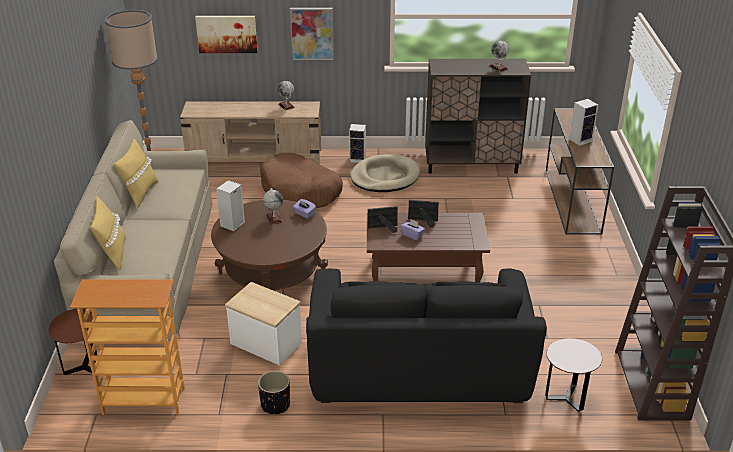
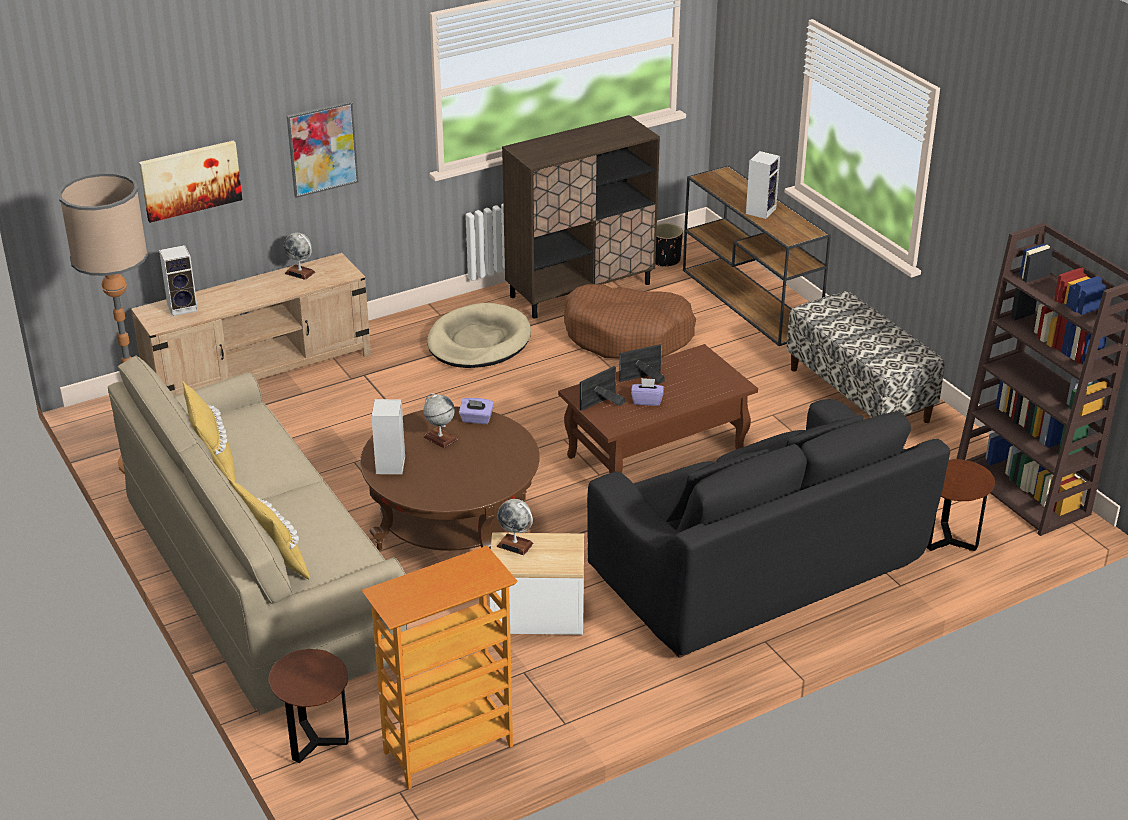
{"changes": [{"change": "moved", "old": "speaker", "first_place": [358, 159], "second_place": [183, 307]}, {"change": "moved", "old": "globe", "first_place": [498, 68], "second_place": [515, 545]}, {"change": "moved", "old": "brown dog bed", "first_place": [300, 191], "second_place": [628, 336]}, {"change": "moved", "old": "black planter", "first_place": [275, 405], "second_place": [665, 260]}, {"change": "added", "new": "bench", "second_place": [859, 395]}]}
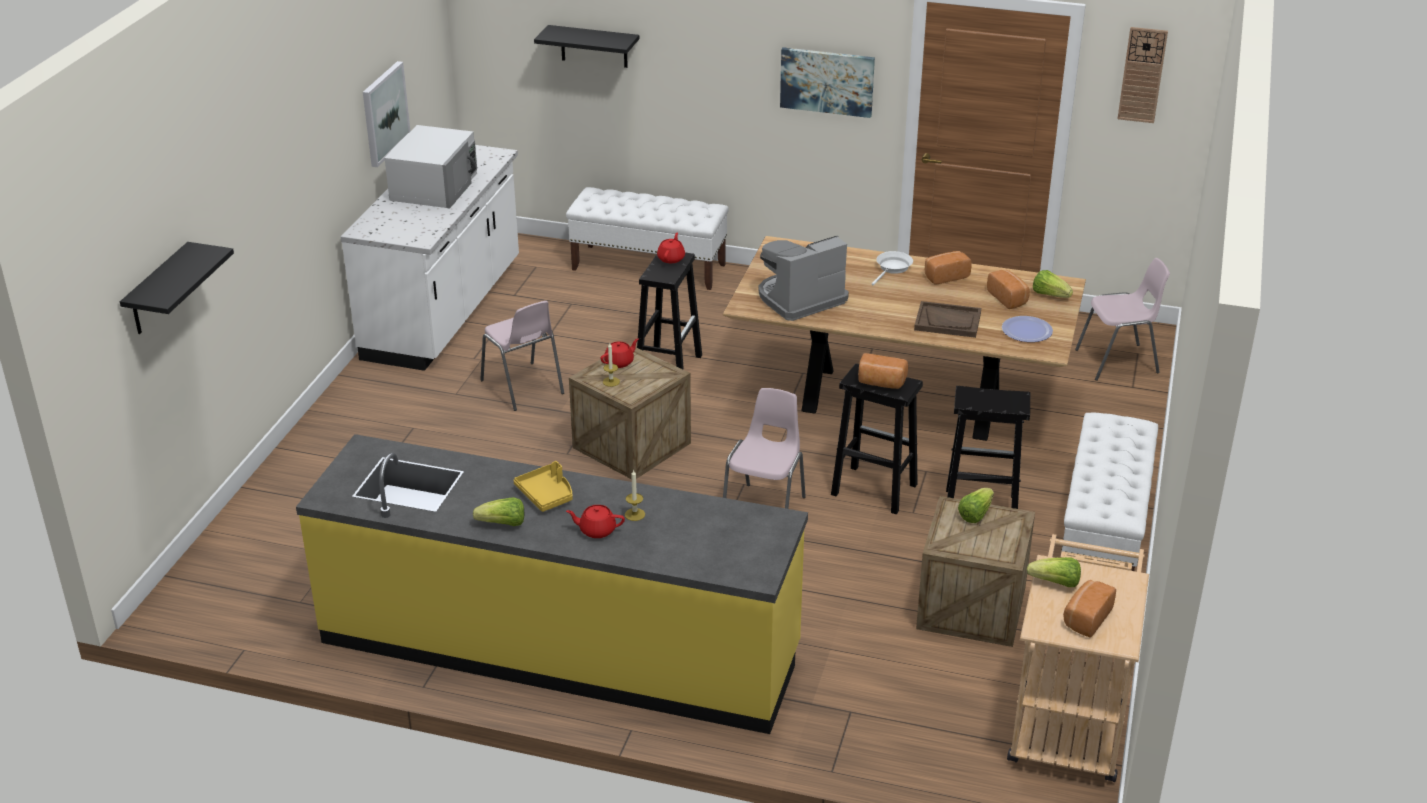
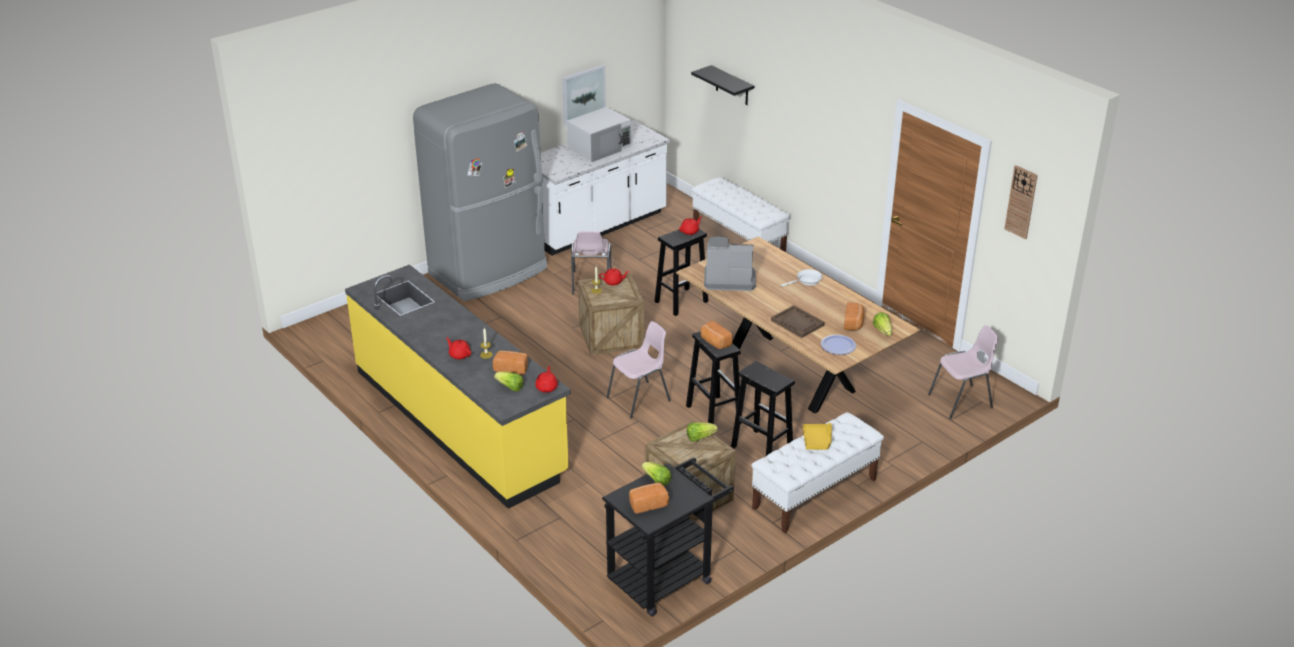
{"changes": [{"change": "added", "new": "grey fridge", "second_place": [489, 272]}, {"change": "moved", "old": "bread", "first_place": [945, 276], "second_place": [511, 368]}, {"change": "moved", "old": "lettuce", "first_place": [503, 524], "second_place": [510, 387]}, {"change": "added", "new": "red teapot", "second_place": [547, 387]}, {"change": "recoloured", "old": "beige cart", "new": "black cart", "first_place": [1068, 721], "second_place": [666, 576]}, {"change": "moved", "old": "yellow tray", "first_place": [546, 495], "second_place": [817, 441]}, {"change": "turned", "old": "pink chair", "first_place": [1118, 362], "second_place": [961, 401], "degrees": -45}, {"change": "removed", "old": "black shelf", "first_place": [158, 291]}, {"change": "removed", "old": "picture", "first_place": [827, 81]}]}
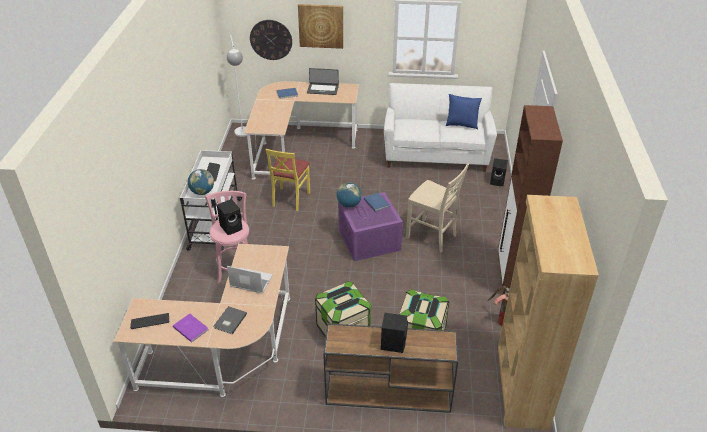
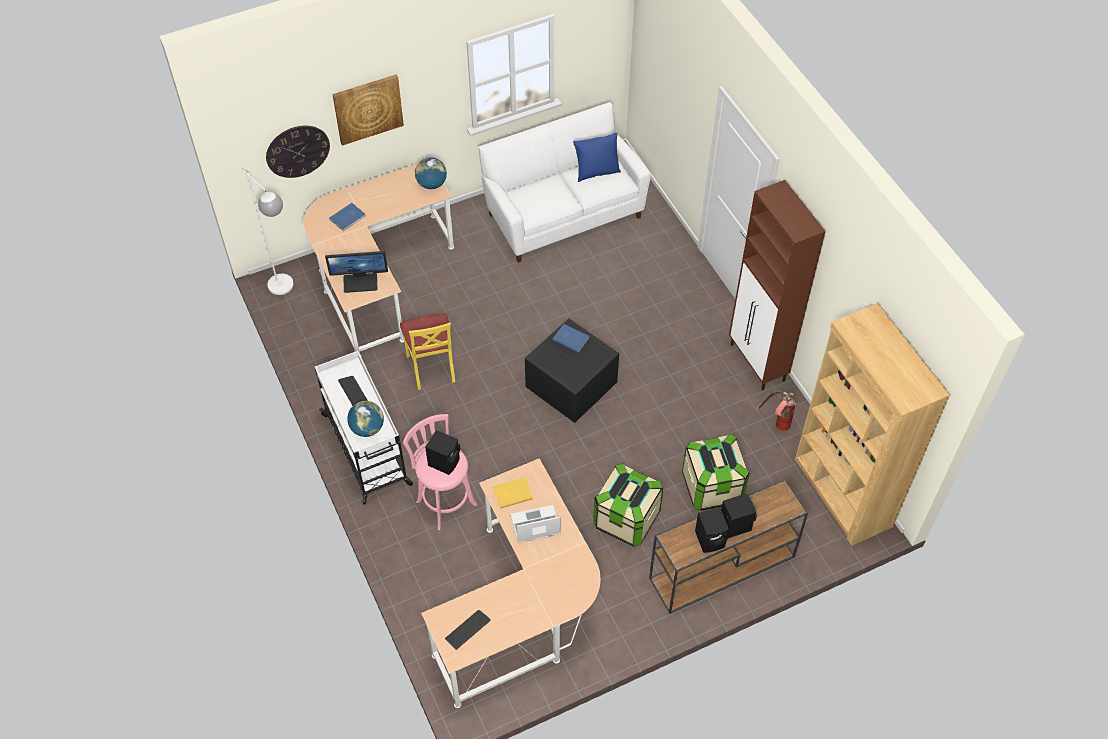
{"changes": [{"change": "added", "new": "monitor", "second_place": [360, 282]}, {"change": "moved", "old": "globe", "first_place": [349, 204], "second_place": [431, 184]}, {"change": "added", "new": "yellow book", "second_place": [512, 493]}, {"change": "recoloured", "old": "purple storage box", "new": "black storage box", "first_place": [370, 240], "second_place": [573, 384]}, {"change": "moved", "old": "black speaker", "first_place": [497, 181], "second_place": [711, 539]}, {"change": "removed", "old": "purple book", "first_place": [191, 328]}, {"change": "removed", "old": "grey book", "first_place": [229, 321]}, {"change": "removed", "old": "laptop", "first_place": [322, 89]}, {"change": "removed", "old": "beige chair", "first_place": [432, 237]}]}
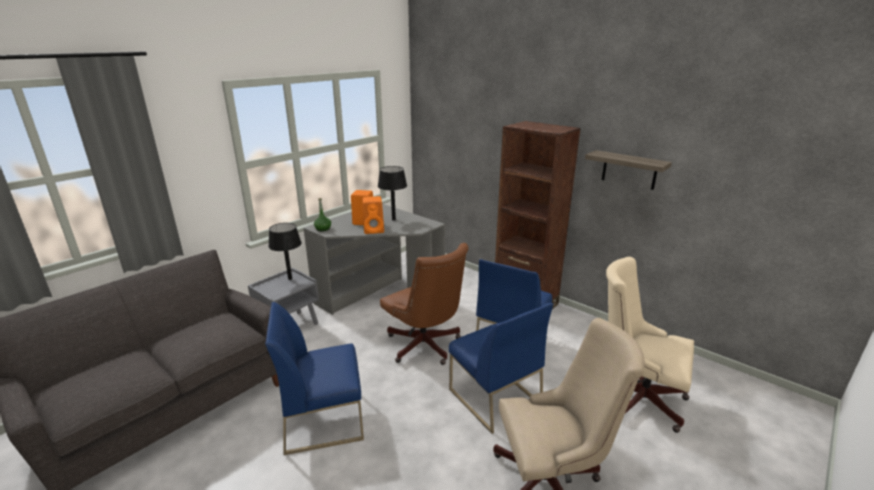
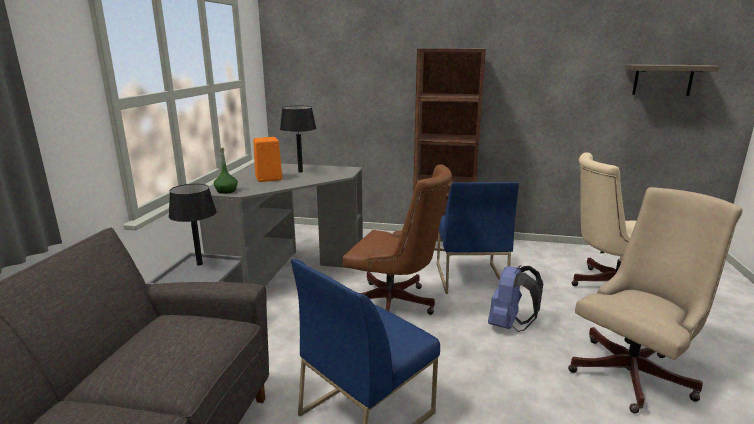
{"changes": [{"change": "replaced", "old": "blue chair", "new": "blue backpack", "first_place": [493, 397], "second_place": [509, 325]}, {"change": "moved", "old": "shelf", "first_place": [629, 170], "second_place": [663, 80]}, {"change": "removed", "old": "orange speaker", "first_place": [374, 230]}]}
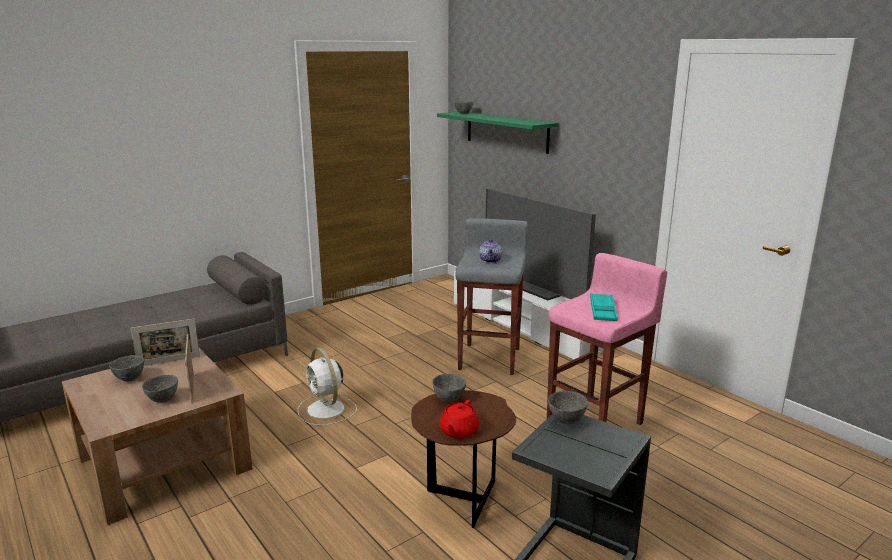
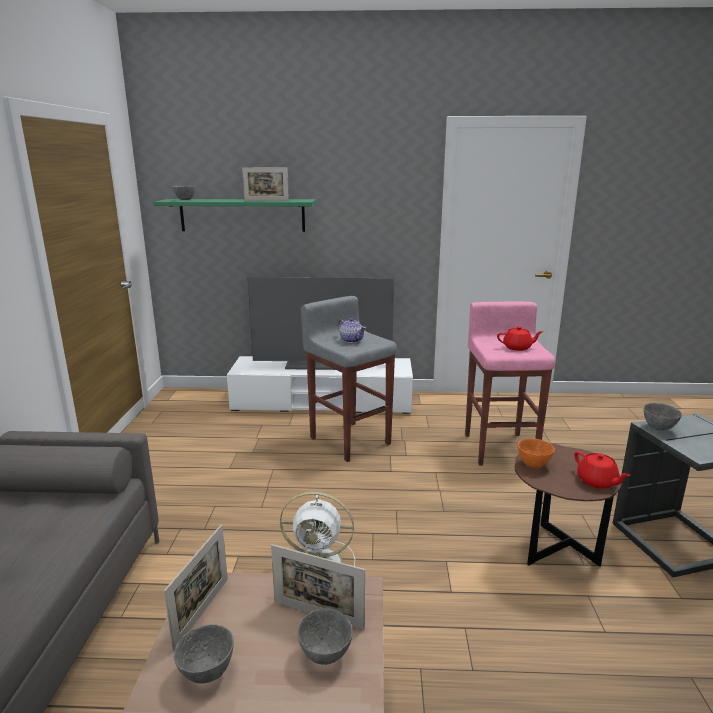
{"changes": [{"change": "added", "new": "picture frame", "second_place": [266, 201]}, {"change": "replaced", "old": "turquoise tray", "new": "red teapot", "first_place": [603, 311], "second_place": [518, 348]}, {"change": "recoloured", "old": "grey bowl", "new": "orange bowl", "first_place": [449, 399], "second_place": [533, 464]}]}
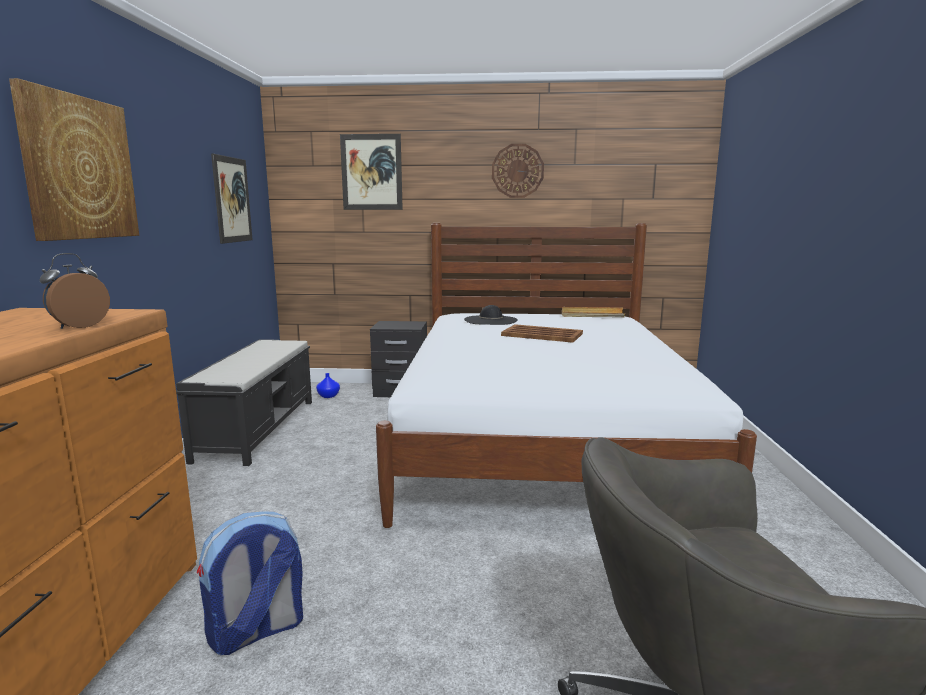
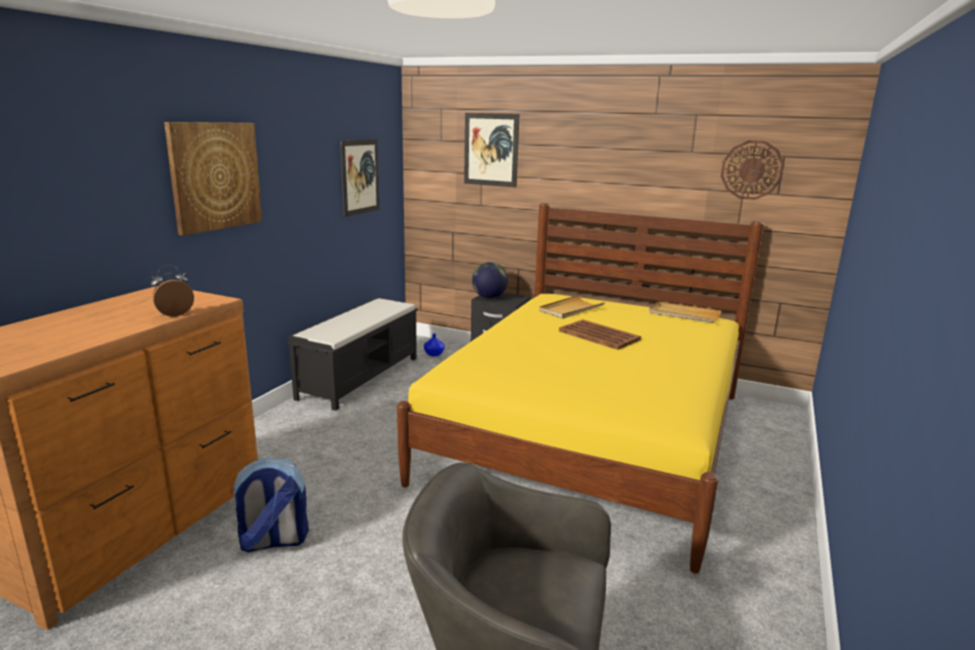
{"changes": [{"change": "recoloured", "old": "white bed", "new": "yellow bed", "first_place": [541, 441], "second_place": [591, 435]}, {"change": "added", "new": "globe", "second_place": [489, 297]}, {"change": "replaced", "old": "black hat", "new": "beige tray", "first_place": [490, 320], "second_place": [571, 309]}, {"change": "moved", "old": "wall clock", "first_place": [517, 171], "second_place": [752, 170]}]}
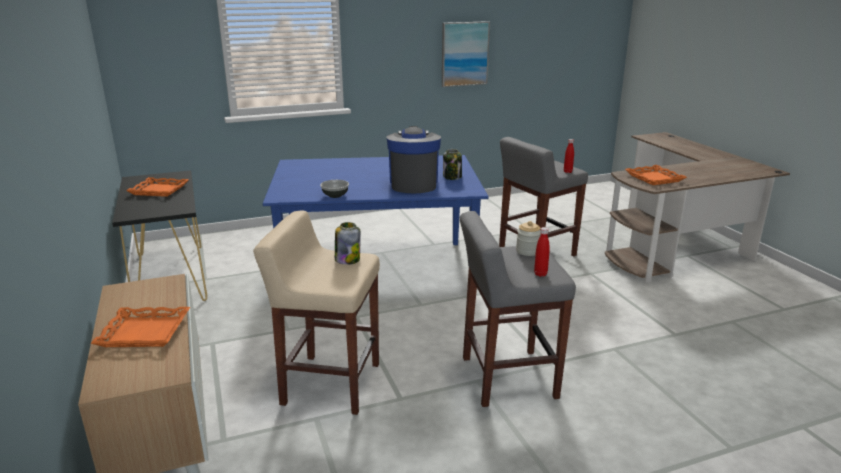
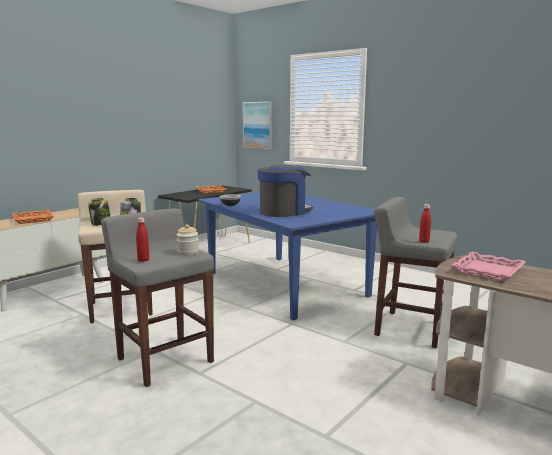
{"changes": [{"change": "moved", "old": "jar", "first_place": [452, 177], "second_place": [101, 224]}, {"change": "moved", "old": "picture", "first_place": [464, 54], "second_place": [258, 125]}, {"change": "recoloured", "old": "orange tray", "new": "pink tray", "first_place": [654, 178], "second_place": [488, 271]}]}
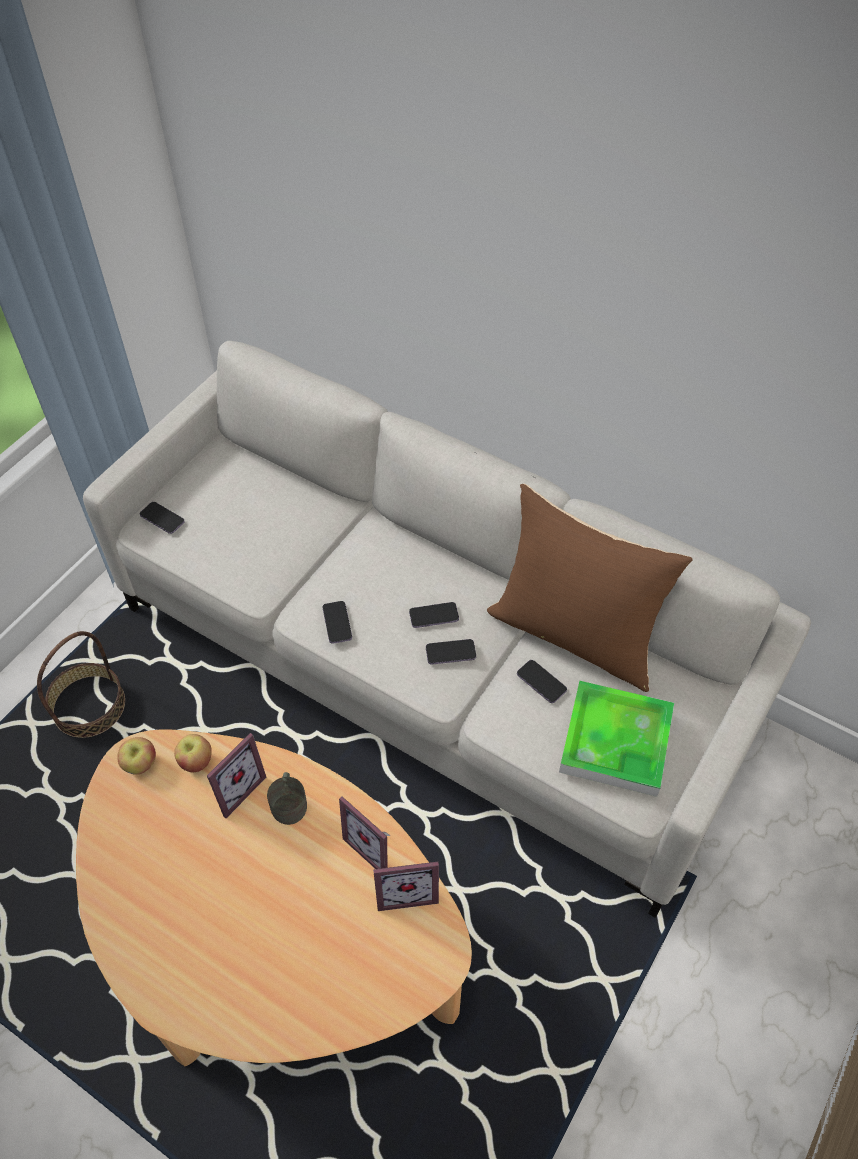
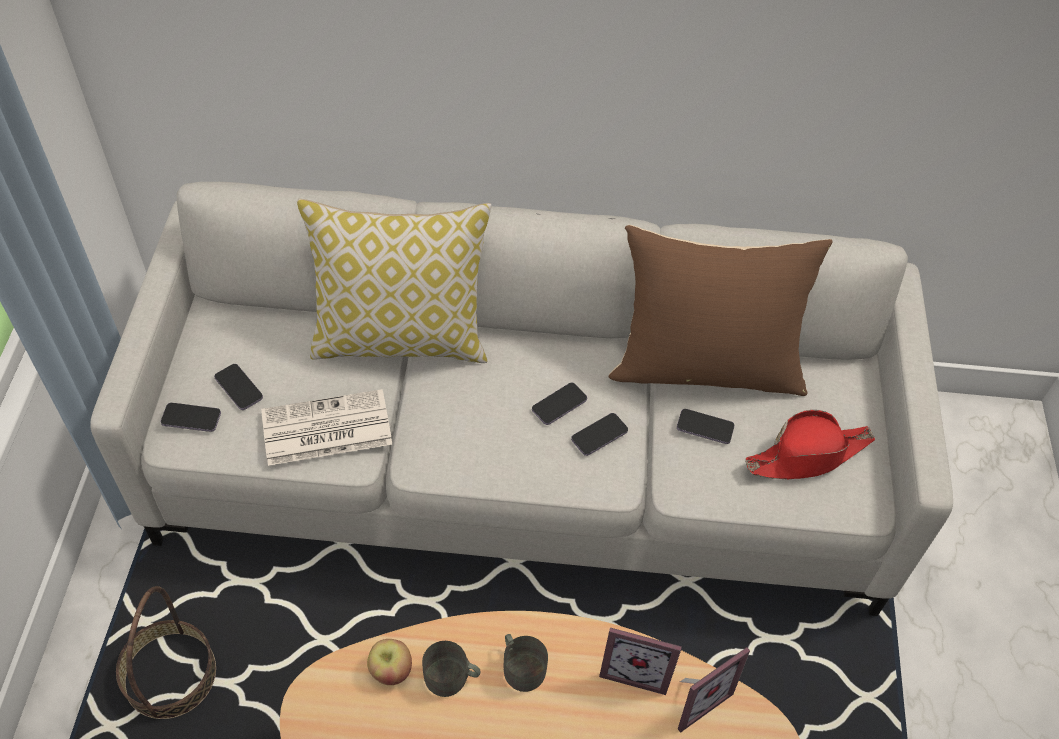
{"changes": [{"change": "moved", "old": "phone", "first_place": [337, 623], "second_place": [239, 388]}, {"change": "added", "new": "newspaper", "second_place": [325, 429]}, {"change": "added", "new": "pillow", "second_place": [401, 338]}, {"change": "replaced", "old": "picture frame", "new": "grey mug", "first_place": [234, 788], "second_place": [452, 678]}, {"change": "replaced", "old": "tray", "new": "red hat", "first_place": [615, 741], "second_place": [808, 455]}, {"change": "removed", "old": "apple", "first_place": [140, 764]}]}
